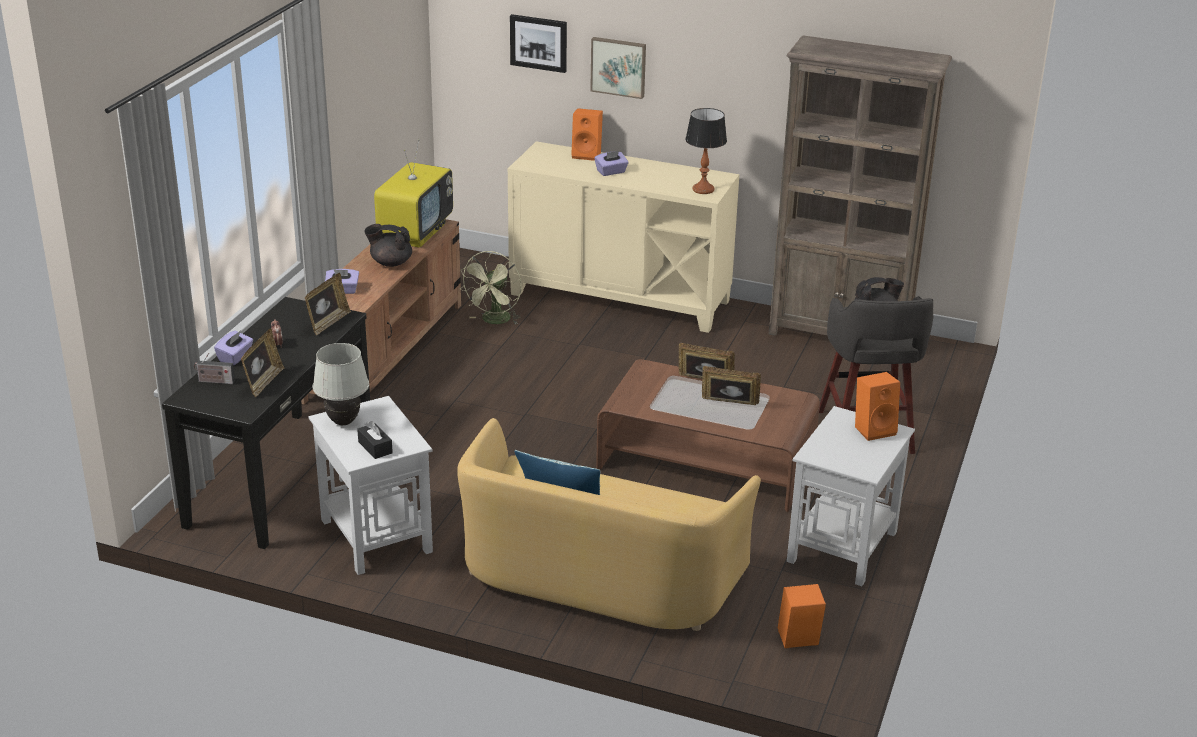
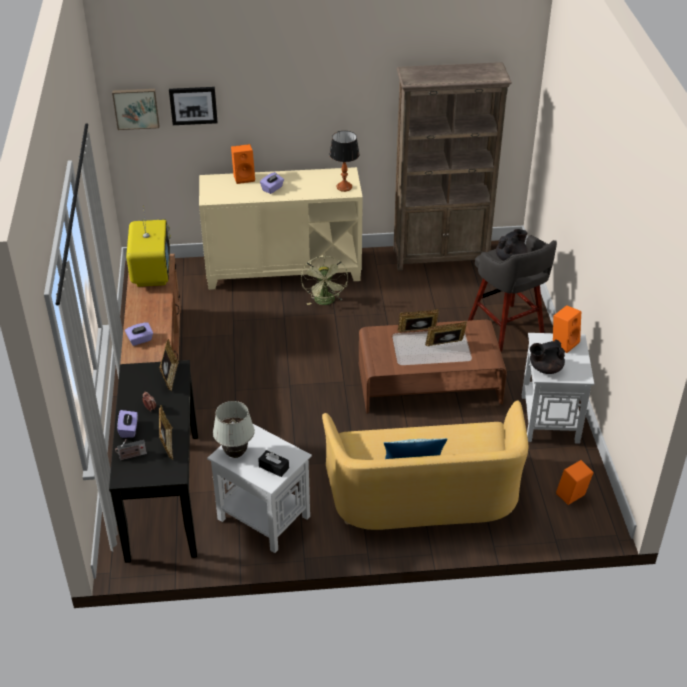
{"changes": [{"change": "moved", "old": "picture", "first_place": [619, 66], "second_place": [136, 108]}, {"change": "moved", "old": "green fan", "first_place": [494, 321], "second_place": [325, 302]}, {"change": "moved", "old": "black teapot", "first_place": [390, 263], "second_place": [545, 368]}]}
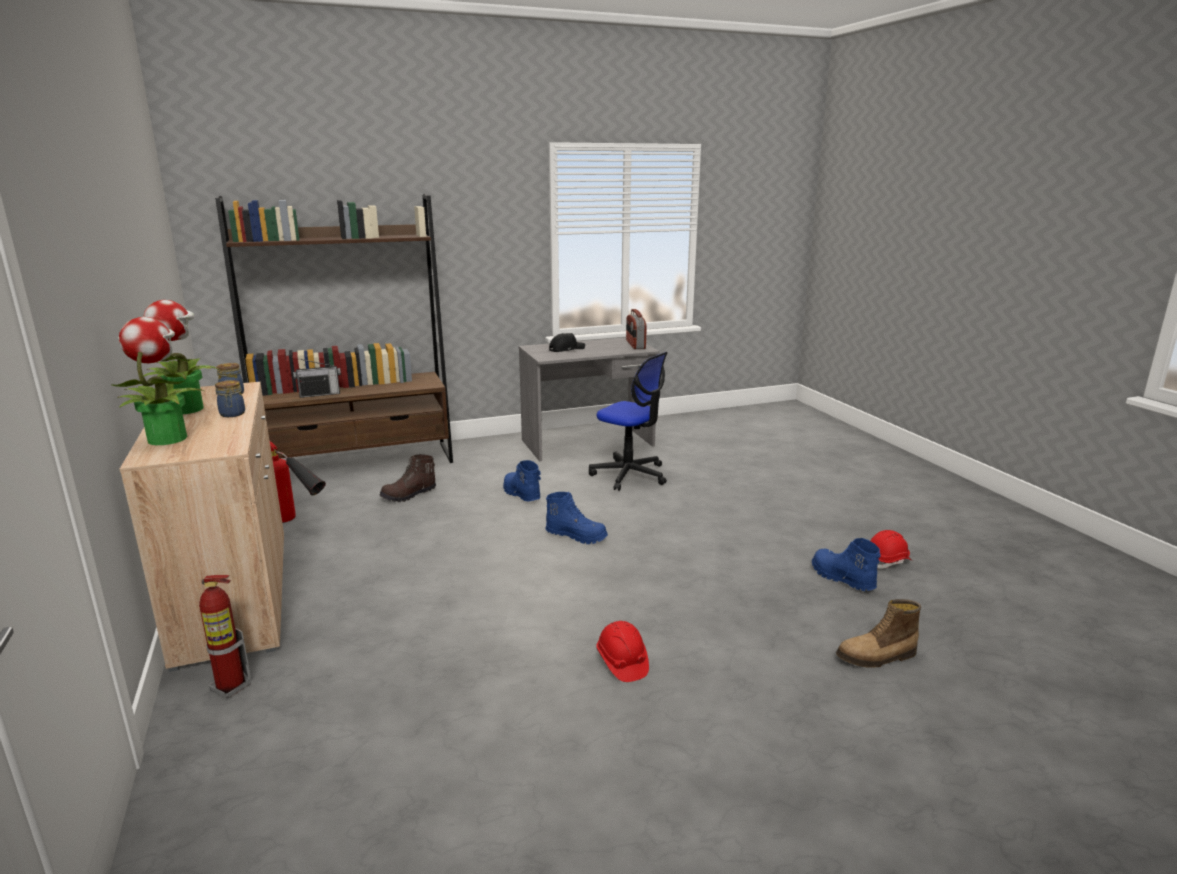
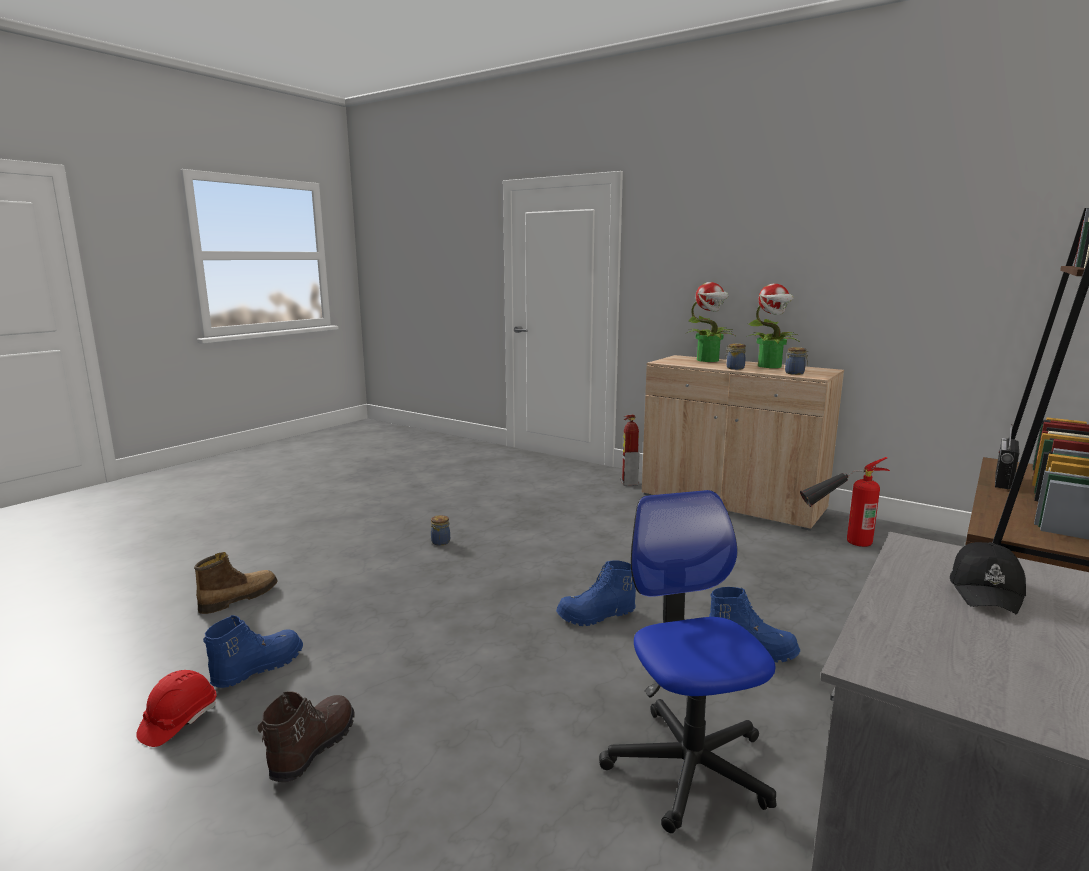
{"changes": [{"change": "turned", "old": "blue boot", "first_place": [841, 578], "second_place": [257, 668], "degrees": -75}, {"change": "moved", "old": "brown boot", "first_place": [409, 495], "second_place": [312, 748]}, {"change": "replaced", "old": "red hard hat", "new": "jar", "first_place": [622, 662], "second_place": [441, 541]}, {"change": "turned", "old": "office chair", "first_place": [629, 475], "second_place": [689, 766], "degrees": 75}, {"change": "removed", "old": "radio", "first_place": [635, 345]}]}
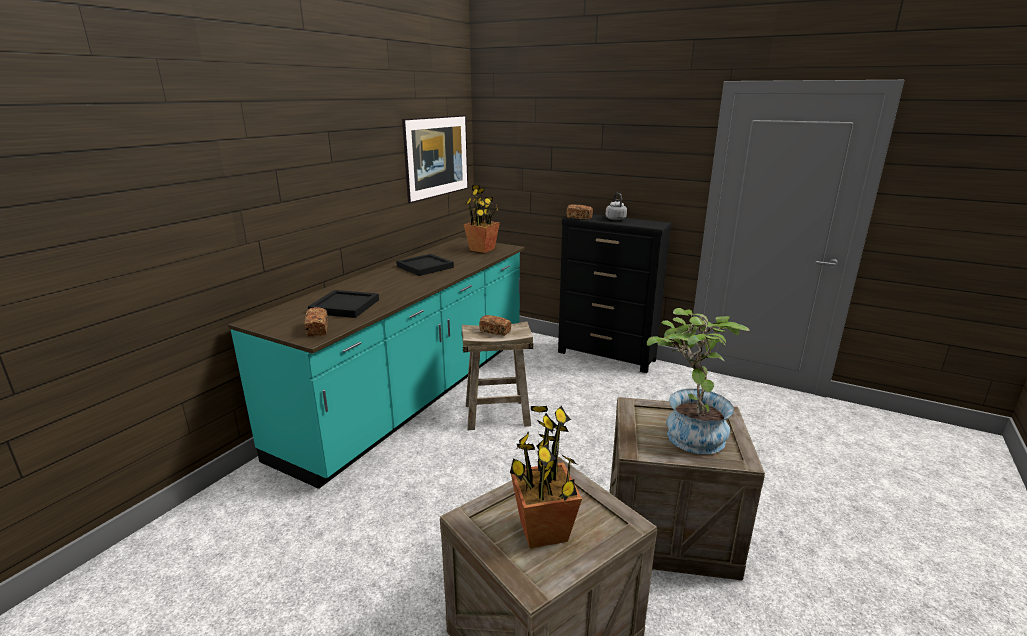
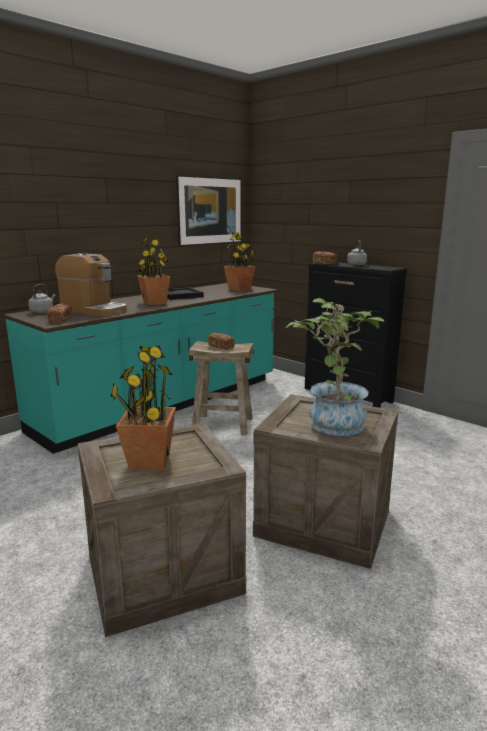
{"changes": [{"change": "added", "new": "grey kettle", "second_place": [43, 312]}, {"change": "replaced", "old": "black tray", "new": "coffee machine", "first_place": [344, 306], "second_place": [94, 310]}, {"change": "added", "new": "potted plant", "second_place": [154, 303]}]}
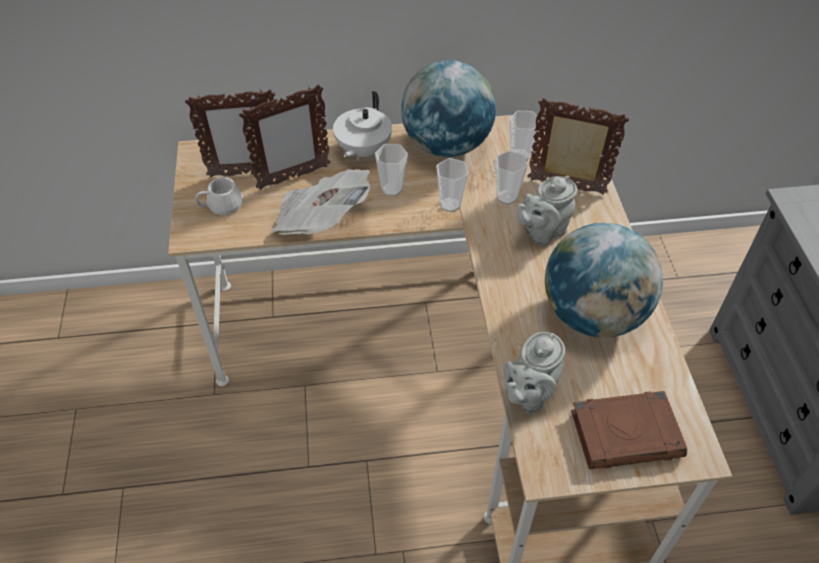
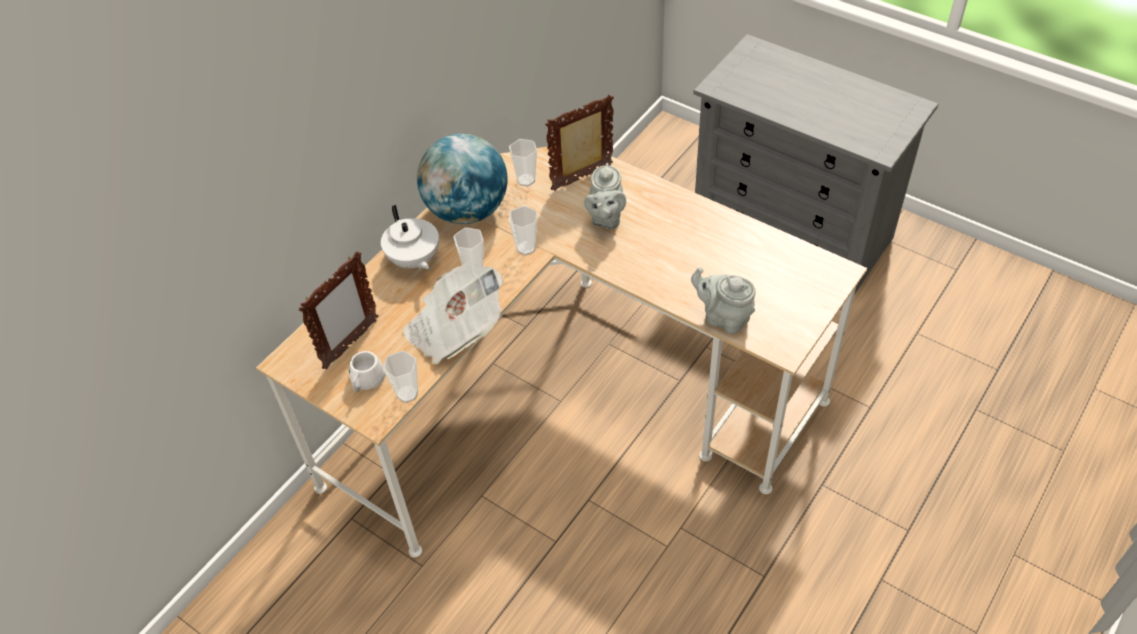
{"changes": [{"change": "moved", "old": "cup", "first_place": [506, 197], "second_place": [407, 394]}, {"change": "turned", "old": "grey teapot", "first_place": [529, 394], "second_place": [723, 318], "degrees": 135}, {"change": "removed", "old": "picture frame", "first_place": [293, 177]}, {"change": "removed", "old": "globe", "first_place": [592, 315]}, {"change": "removed", "old": "brown book", "first_place": [626, 434]}]}
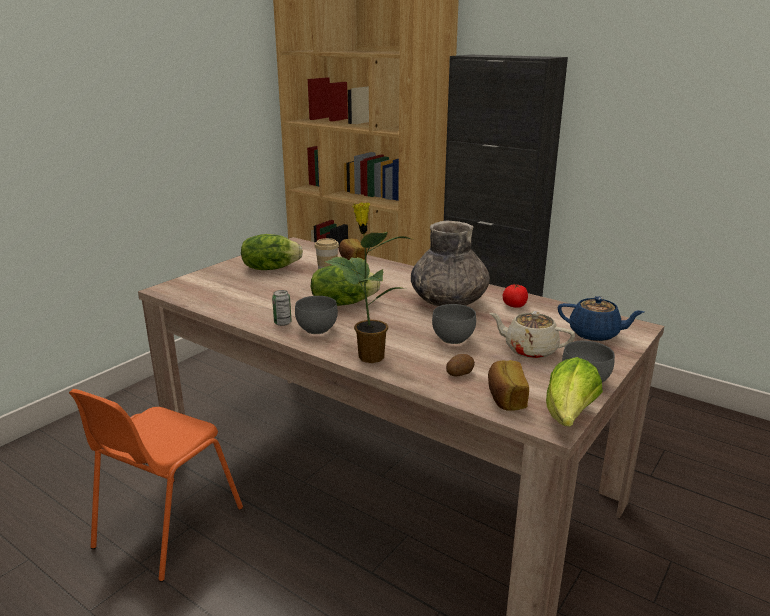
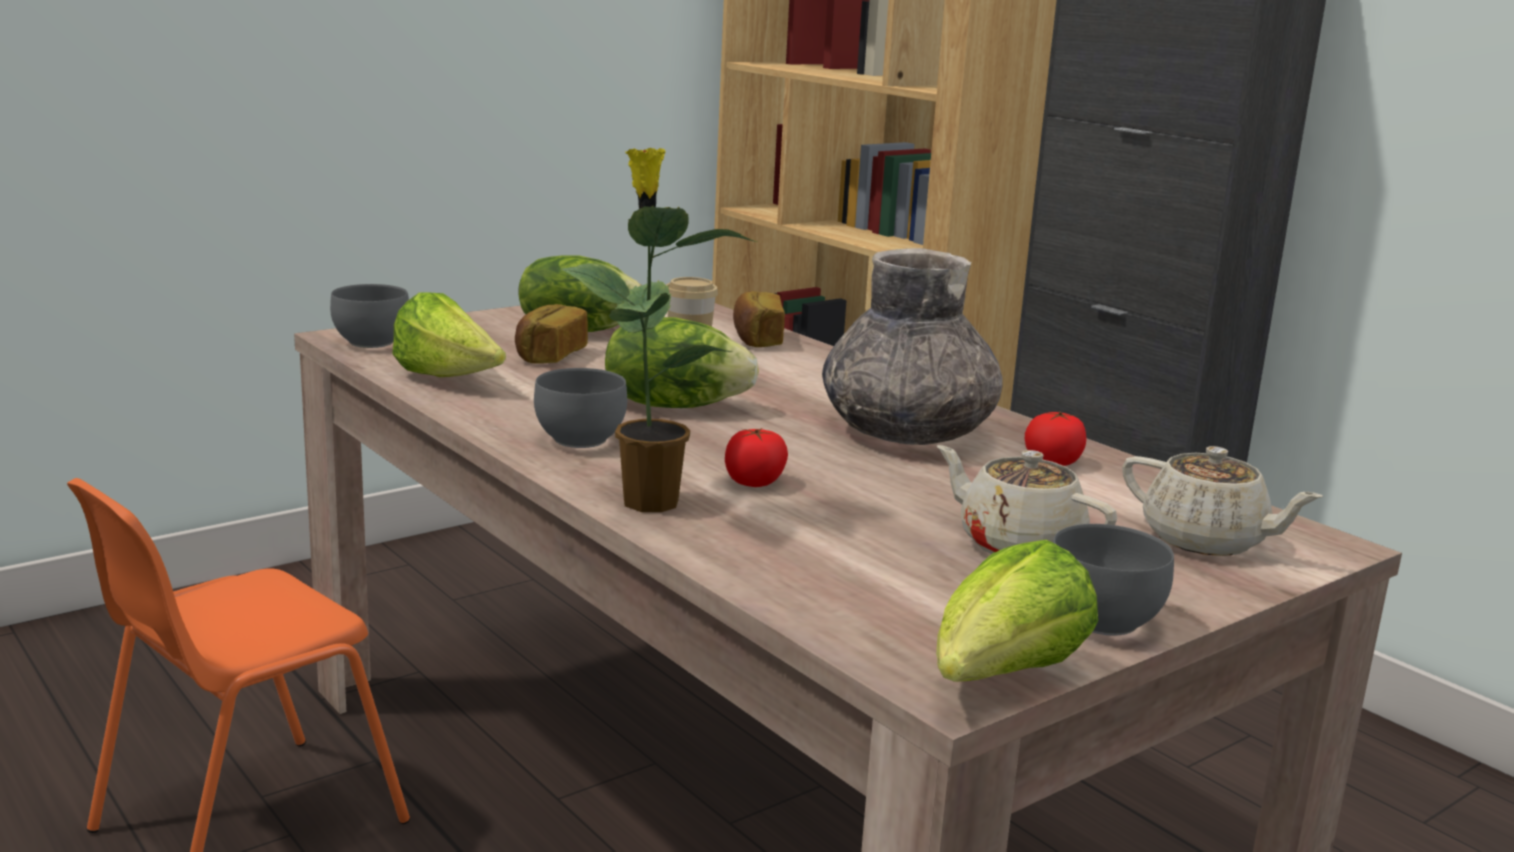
{"changes": [{"change": "moved", "old": "grey bowl", "first_place": [454, 339], "second_place": [373, 343]}, {"change": "added", "new": "lettuce", "second_place": [448, 379]}, {"change": "moved", "old": "bread", "first_place": [505, 398], "second_place": [549, 355]}, {"change": "added", "new": "tomato", "second_place": [754, 482]}, {"change": "recoloured", "old": "blue teapot", "new": "beige teapot", "first_place": [595, 334], "second_place": [1206, 541]}, {"change": "removed", "old": "can", "first_place": [282, 323]}, {"change": "removed", "old": "potato", "first_place": [459, 373]}]}
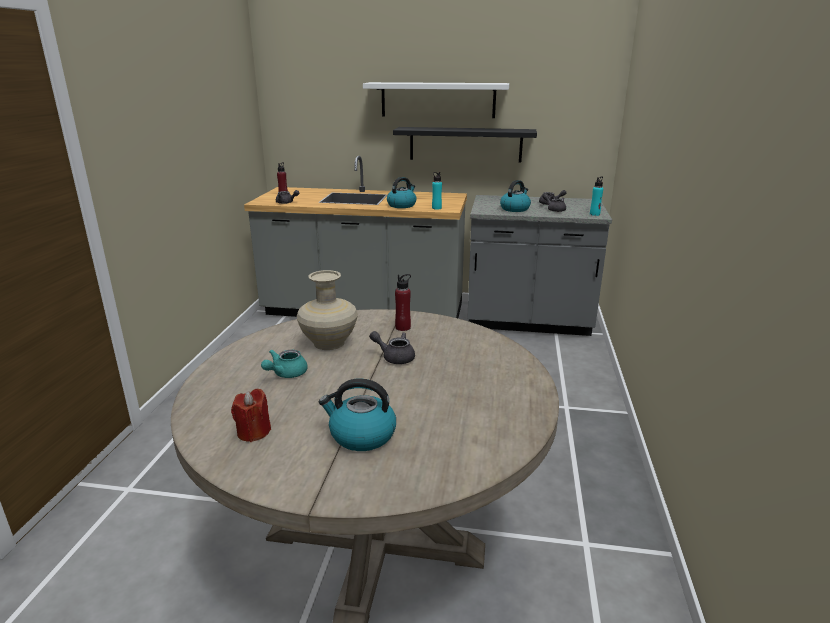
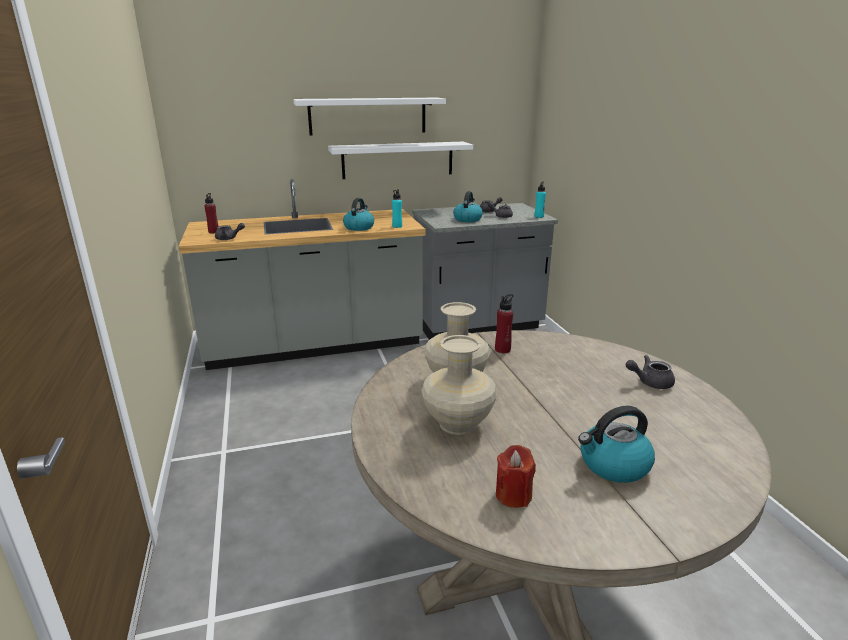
{"changes": [{"change": "recoloured", "old": "black shelf", "new": "white shelf", "first_place": [465, 144], "second_place": [398, 160]}, {"change": "replaced", "old": "turquoise teapot", "new": "beige vase", "first_place": [286, 374], "second_place": [459, 424]}, {"change": "moved", "old": "grey teapot", "first_place": [394, 357], "second_place": [650, 382]}]}
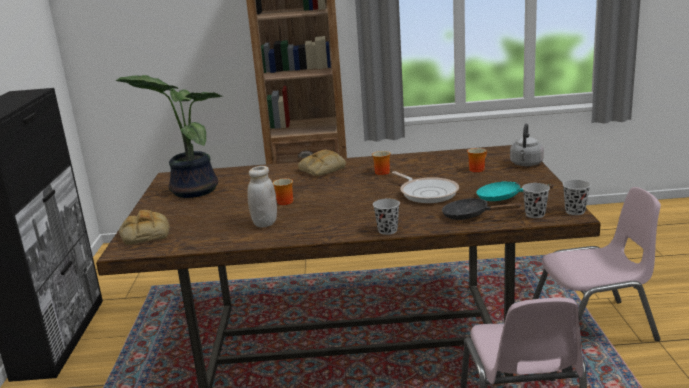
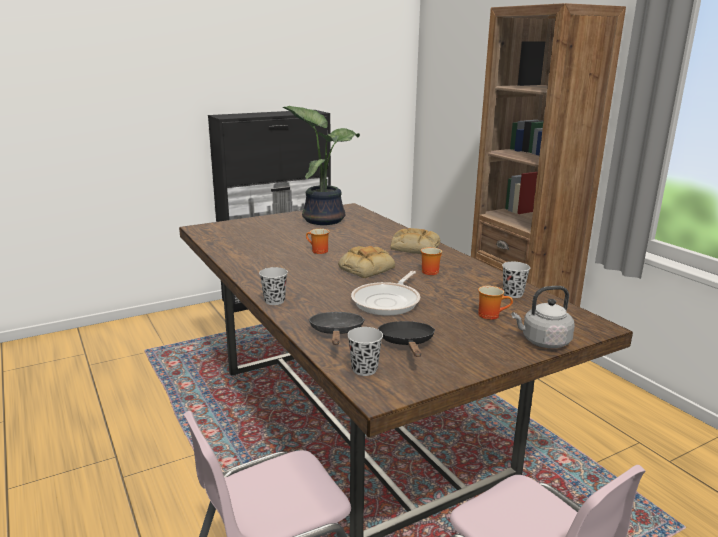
{"changes": [{"change": "moved", "old": "bread", "first_place": [145, 234], "second_place": [366, 268]}, {"change": "recoloured", "old": "turquoise frying pan", "new": "black frying pan", "first_place": [503, 197], "second_place": [407, 343]}, {"change": "moved", "old": "black cup", "first_place": [575, 211], "second_place": [513, 294]}, {"change": "removed", "old": "white jar", "first_place": [264, 223]}]}
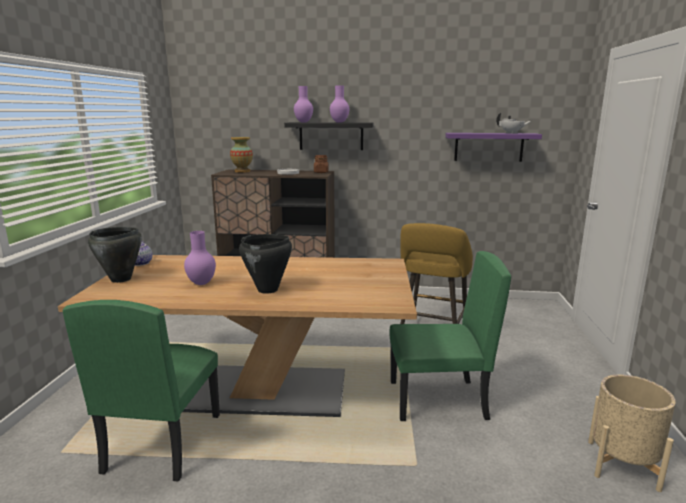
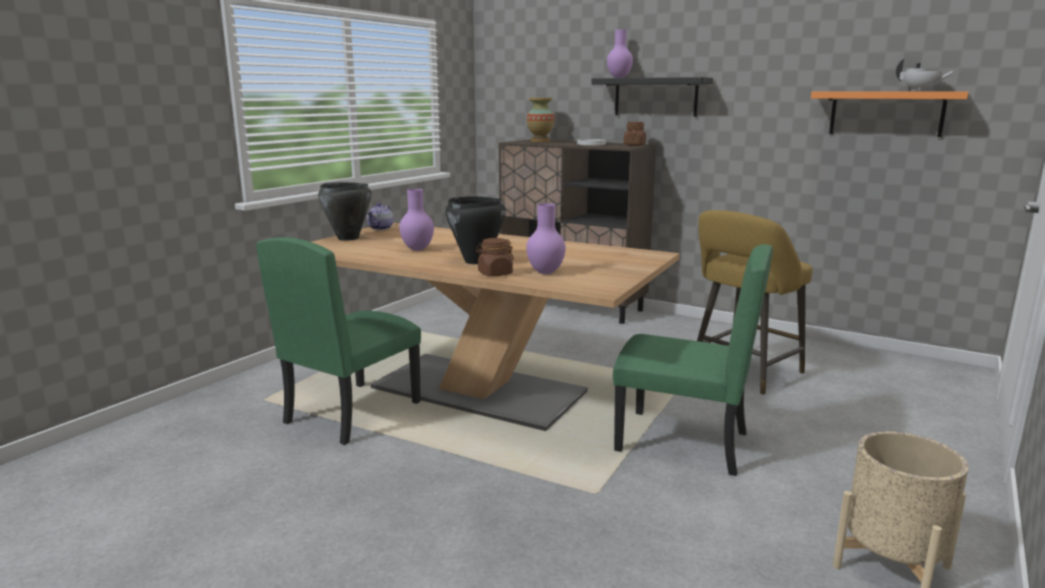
{"changes": [{"change": "added", "new": "brown jar", "second_place": [495, 274]}, {"change": "moved", "old": "purple vase", "first_place": [339, 122], "second_place": [544, 272]}, {"change": "recoloured", "old": "purple shelf", "new": "orange shelf", "first_place": [488, 147], "second_place": [886, 113]}]}
